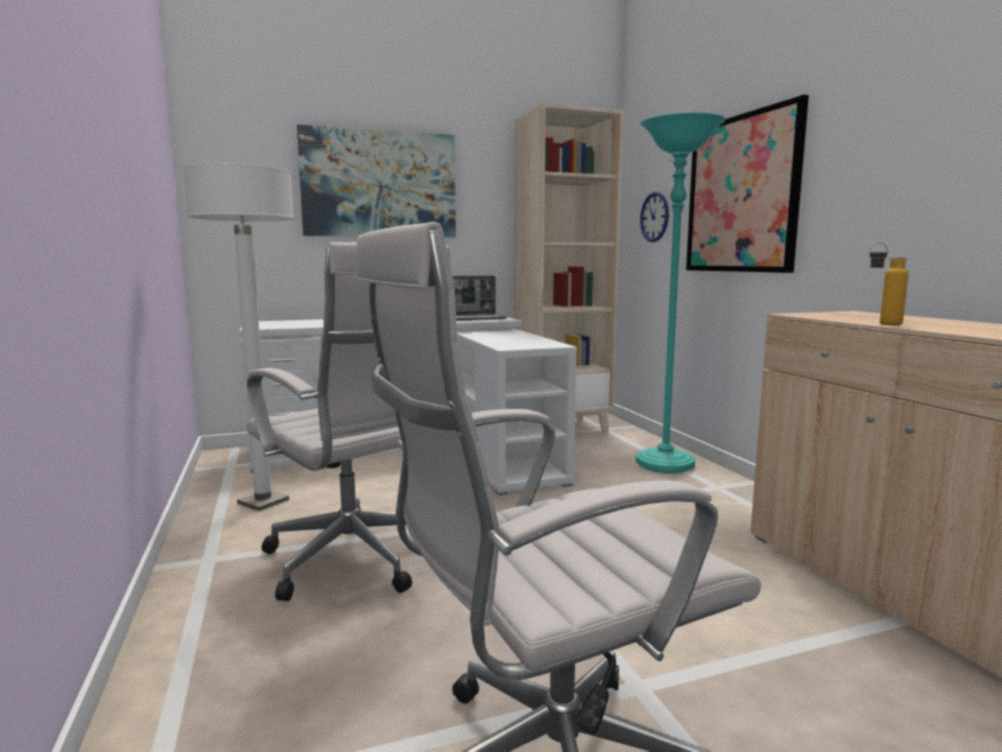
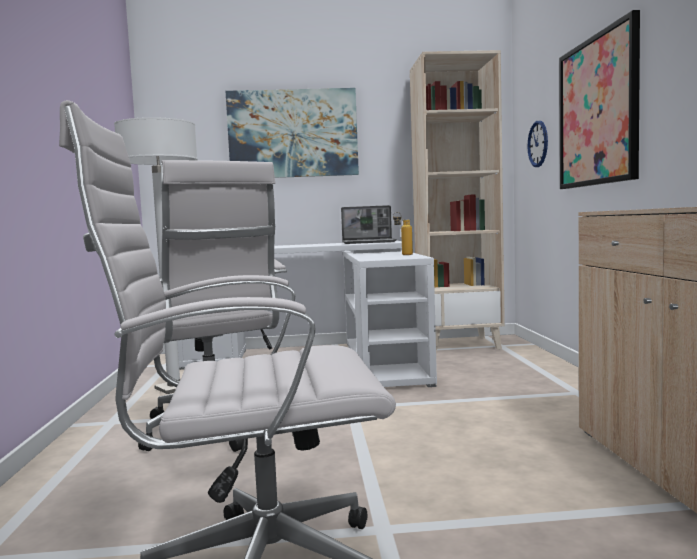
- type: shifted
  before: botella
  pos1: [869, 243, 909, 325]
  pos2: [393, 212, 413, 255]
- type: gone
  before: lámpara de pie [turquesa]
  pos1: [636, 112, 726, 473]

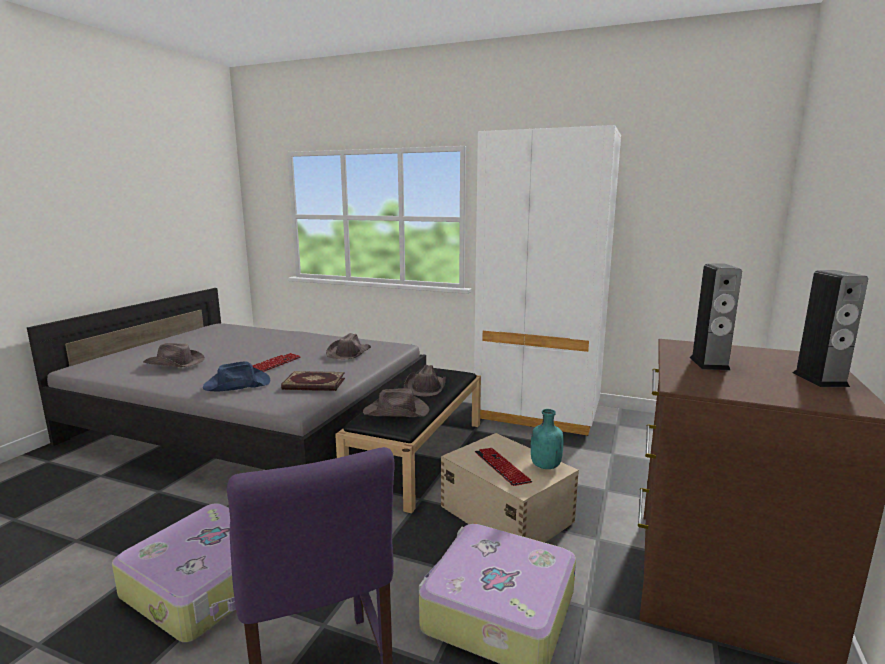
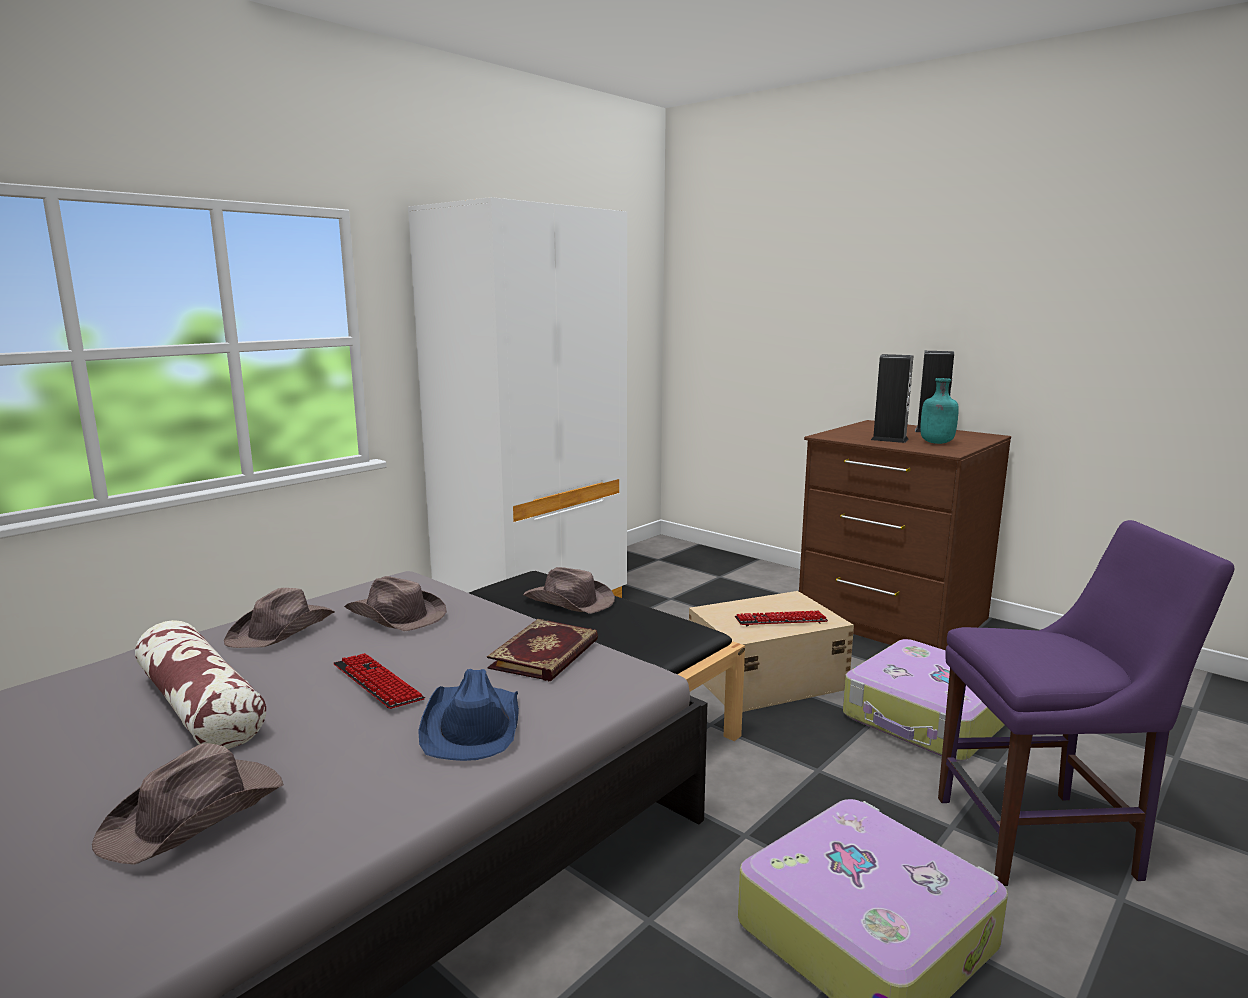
- type: new
  after: cojín
  pos2: [135, 620, 266, 749]
- type: shifted
  before: sombrero [marrón]
  pos1: [363, 388, 430, 417]
  pos2: [224, 588, 335, 648]
- type: shifted
  before: botella [turquesa]
  pos1: [531, 409, 563, 469]
  pos2: [921, 378, 959, 444]

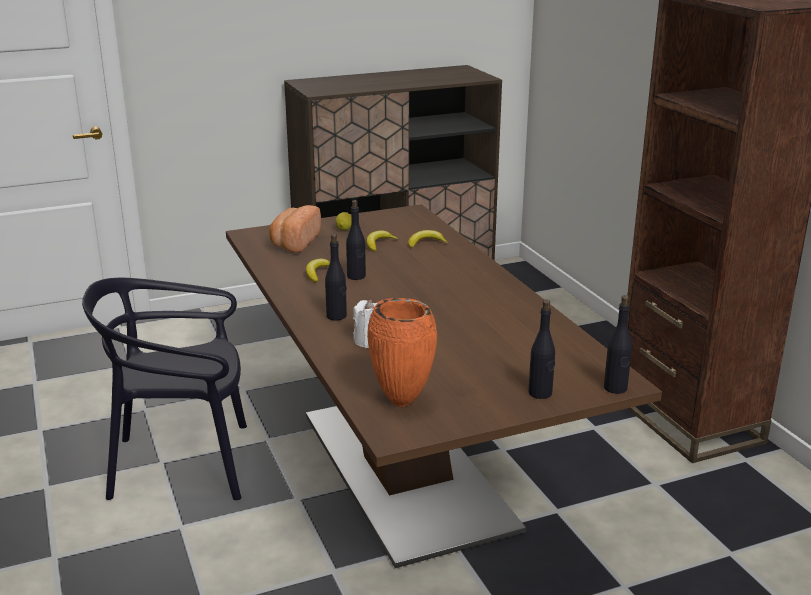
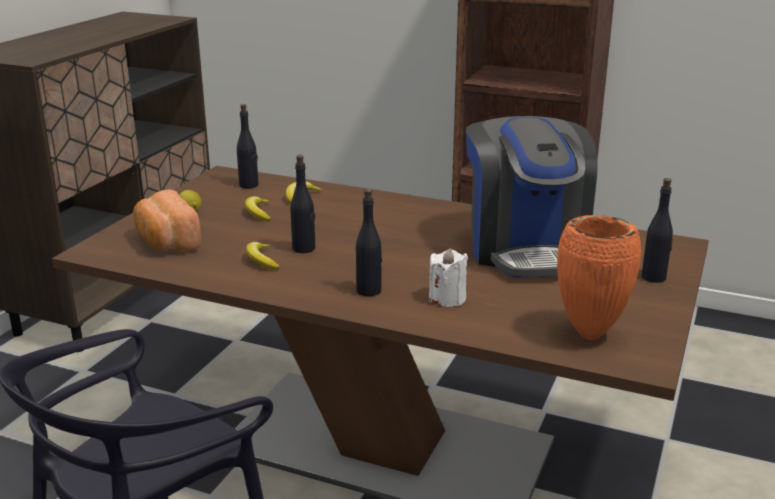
- type: shifted
  before: botella [negro]
  pos1: [604, 295, 632, 394]
  pos2: [237, 104, 259, 189]
- type: new
  after: cafetera
  pos2: [466, 116, 598, 278]

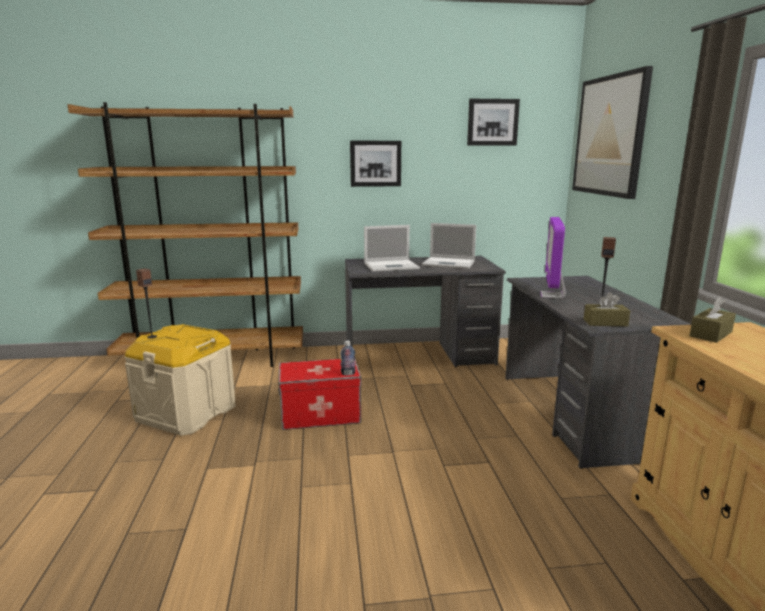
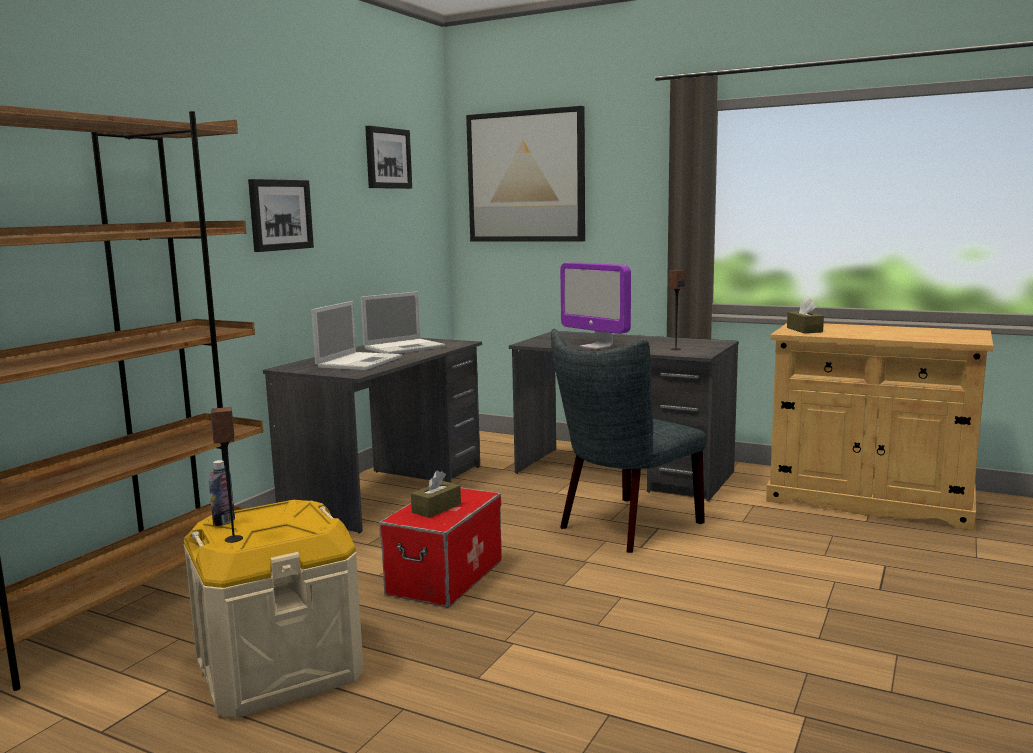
- type: shifted
  before: botella
  pos1: [340, 341, 356, 375]
  pos2: [209, 460, 235, 526]
- type: shifted
  before: caja de pañuelos [marrón]
  pos1: [584, 292, 630, 326]
  pos2: [411, 470, 461, 518]
- type: new
  after: silla [gris]
  pos2: [551, 329, 706, 553]

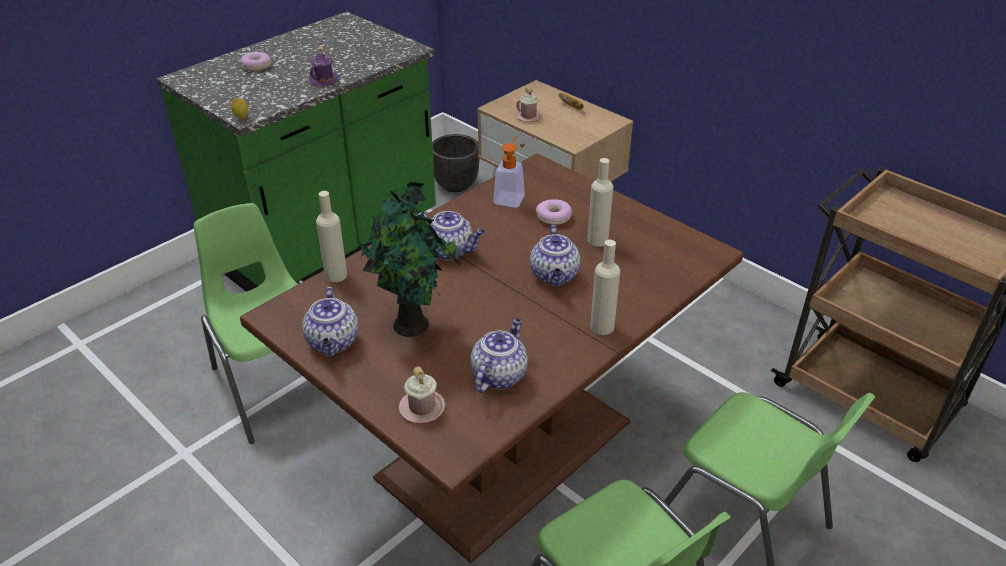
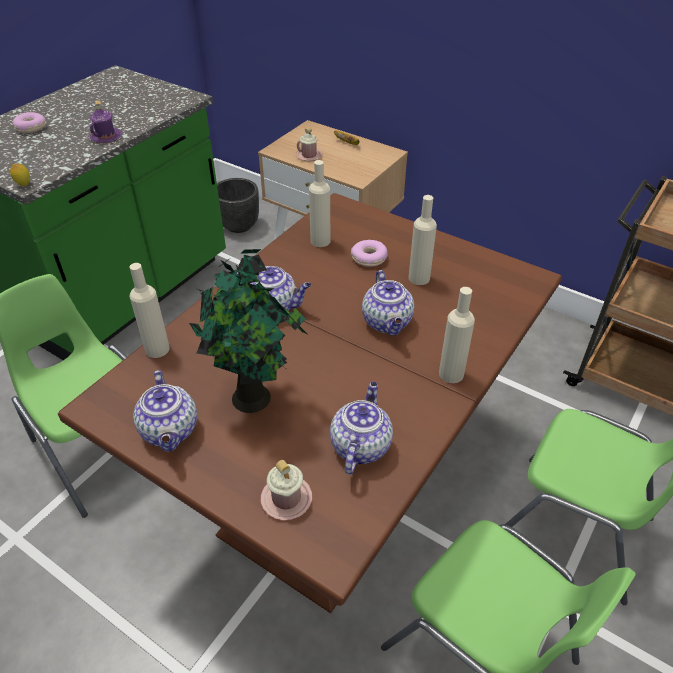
- type: swapped
  before: dispensador de jabón
  after: botella [beis]
  pos1: [493, 135, 525, 208]
  pos2: [309, 160, 331, 247]

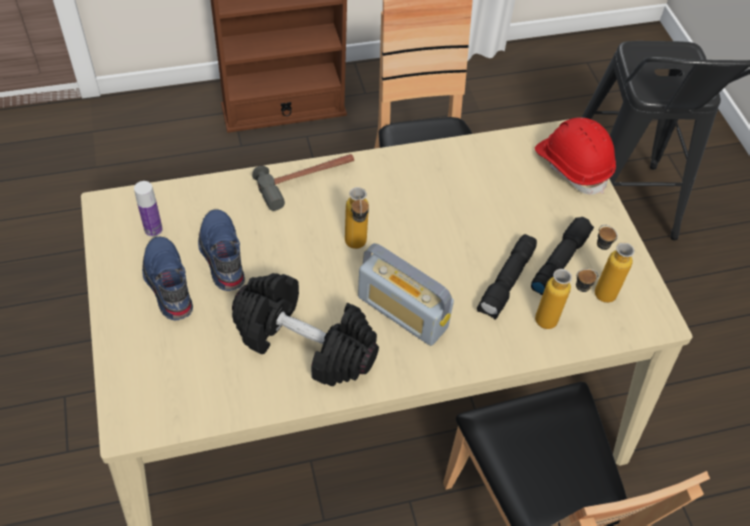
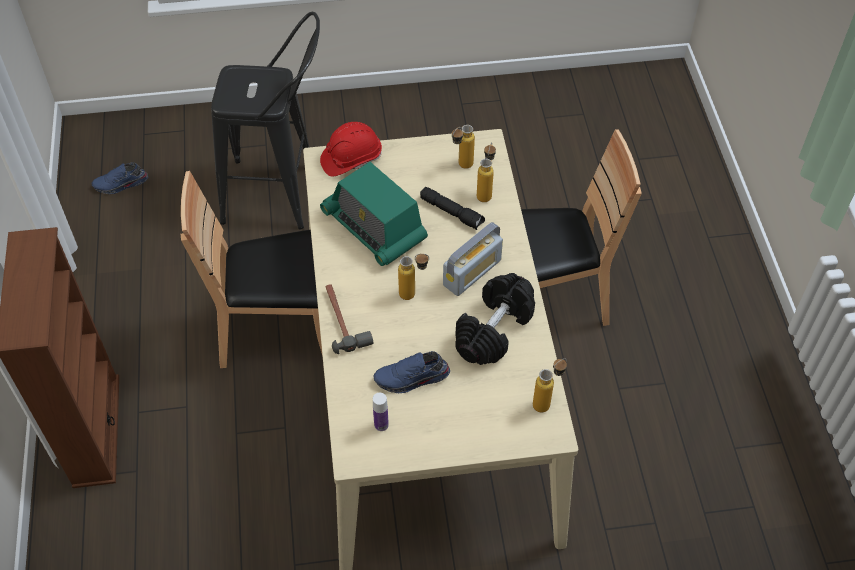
- type: shifted
  before: zapato [azul]
  pos1: [142, 236, 193, 320]
  pos2: [92, 162, 148, 194]
- type: new
  after: radio
  pos2: [320, 162, 428, 266]
- type: new
  after: botella
  pos2: [533, 359, 567, 412]
- type: gone
  before: linterna [negro]
  pos1: [531, 217, 594, 295]

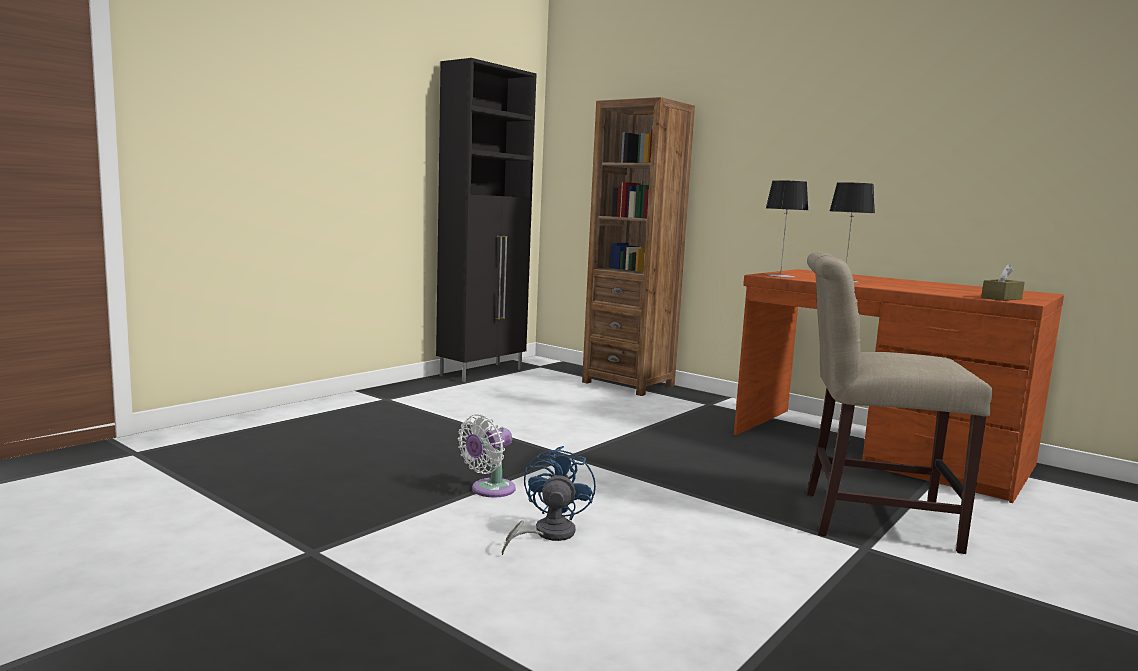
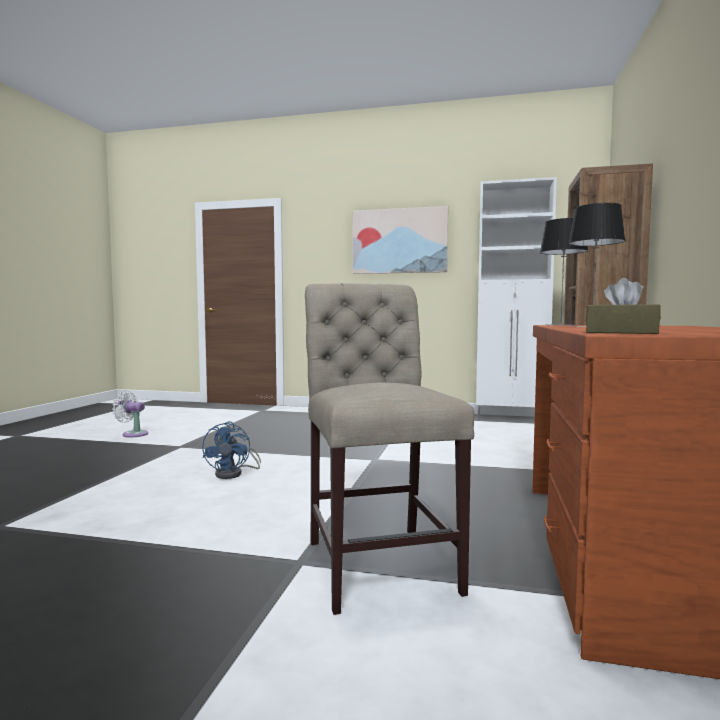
- type: shifted
  before: ventilador [blanco]
  pos1: [458, 414, 516, 498]
  pos2: [112, 391, 148, 437]
- type: rotated
  before: ventilador [azul]
  pos1: [502, 446, 596, 555]
  pos2: [202, 421, 261, 479]
  turn: 105
- type: new
  after: cuadro
  pos2: [352, 206, 448, 274]
- type: repainted
  before: armario [negro]
  after: armario [blanco]
  pos1: [436, 58, 536, 382]
  pos2: [476, 177, 557, 420]

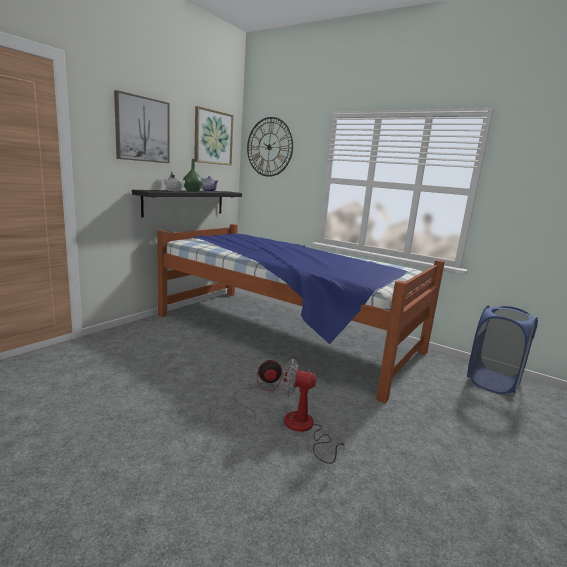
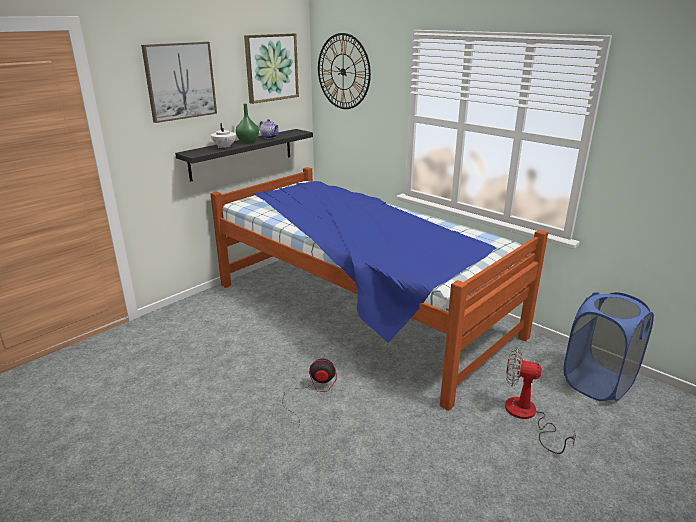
- type: shifted
  before: ventilador
  pos1: [283, 359, 346, 464]
  pos2: [505, 348, 576, 454]

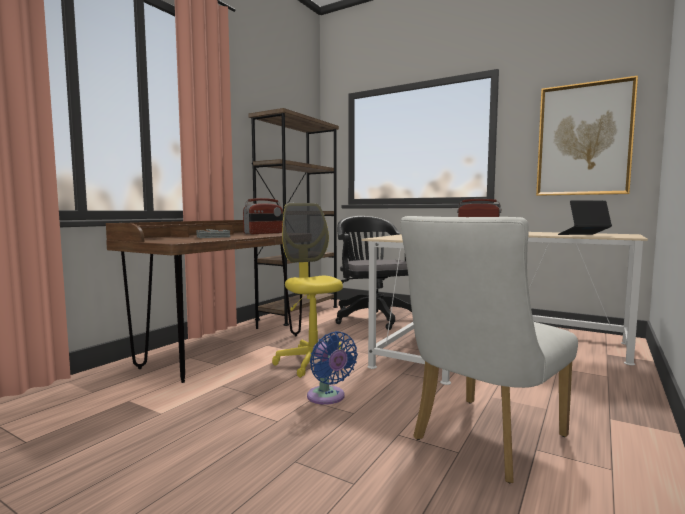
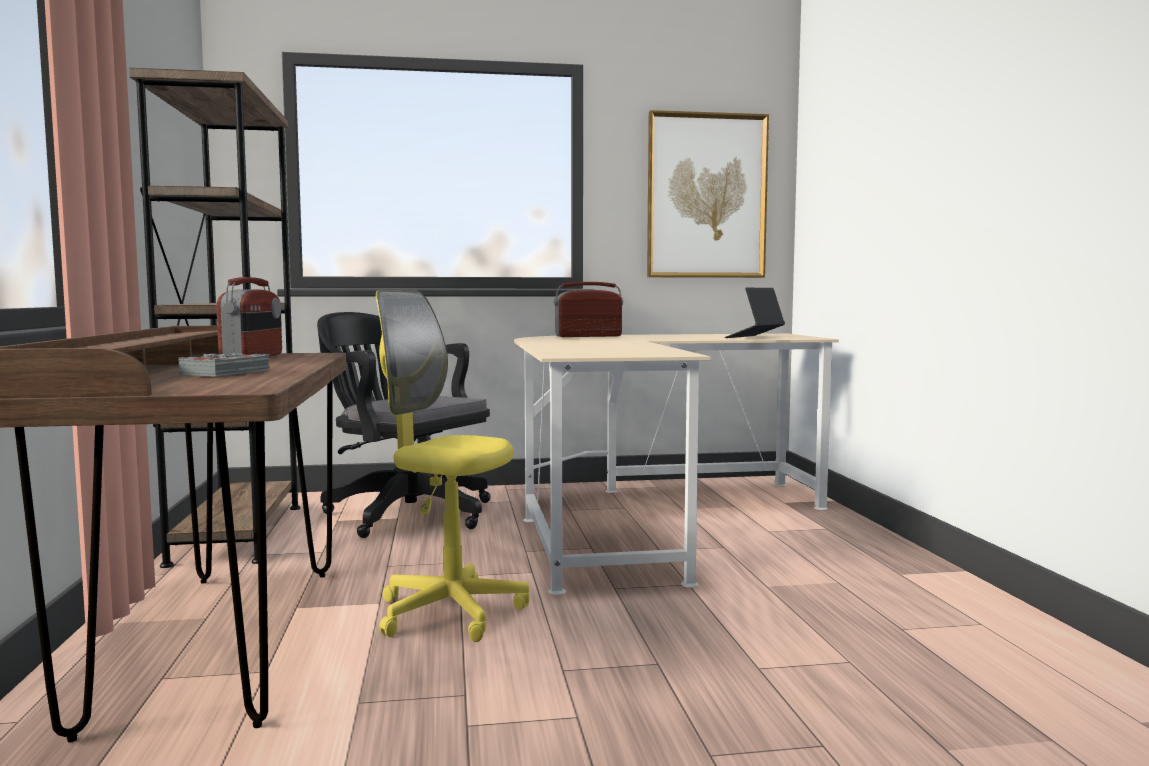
- type: gone
  before: ventilador [azul]
  pos1: [307, 331, 358, 405]
- type: gone
  before: silla [blanco]
  pos1: [400, 216, 578, 483]

